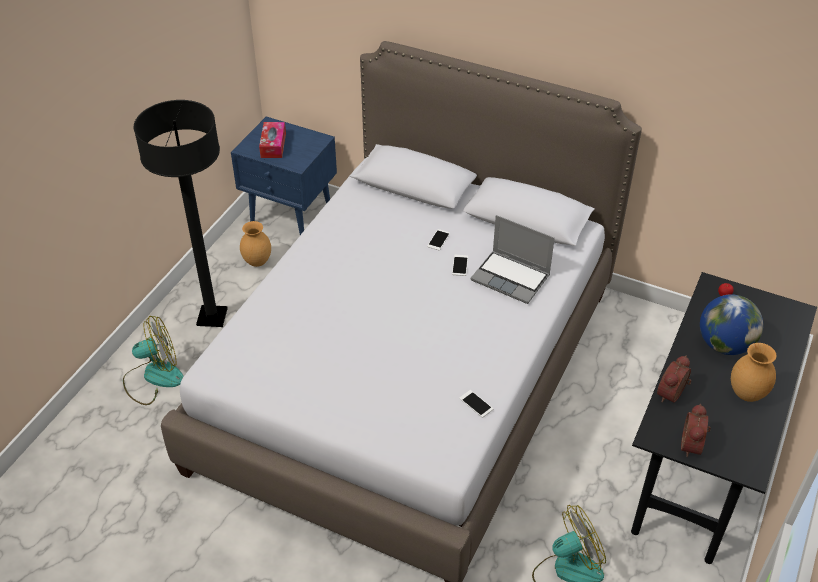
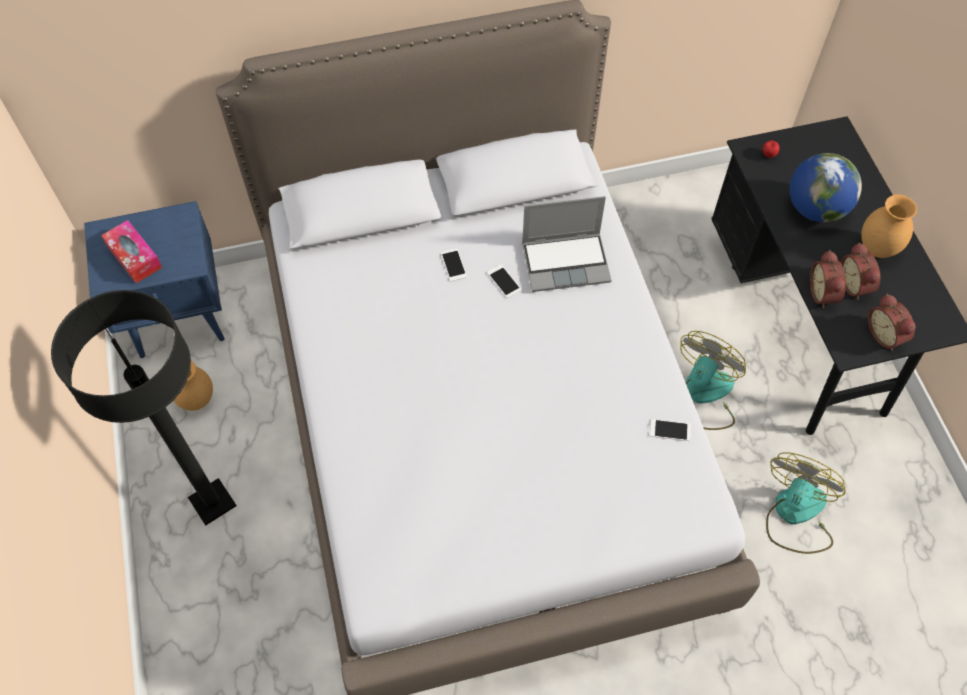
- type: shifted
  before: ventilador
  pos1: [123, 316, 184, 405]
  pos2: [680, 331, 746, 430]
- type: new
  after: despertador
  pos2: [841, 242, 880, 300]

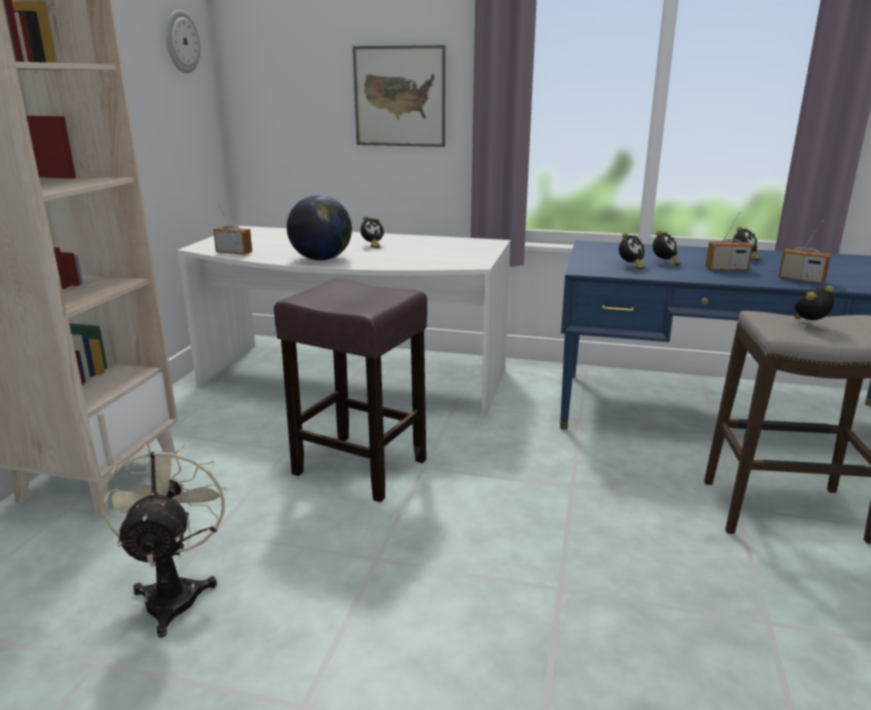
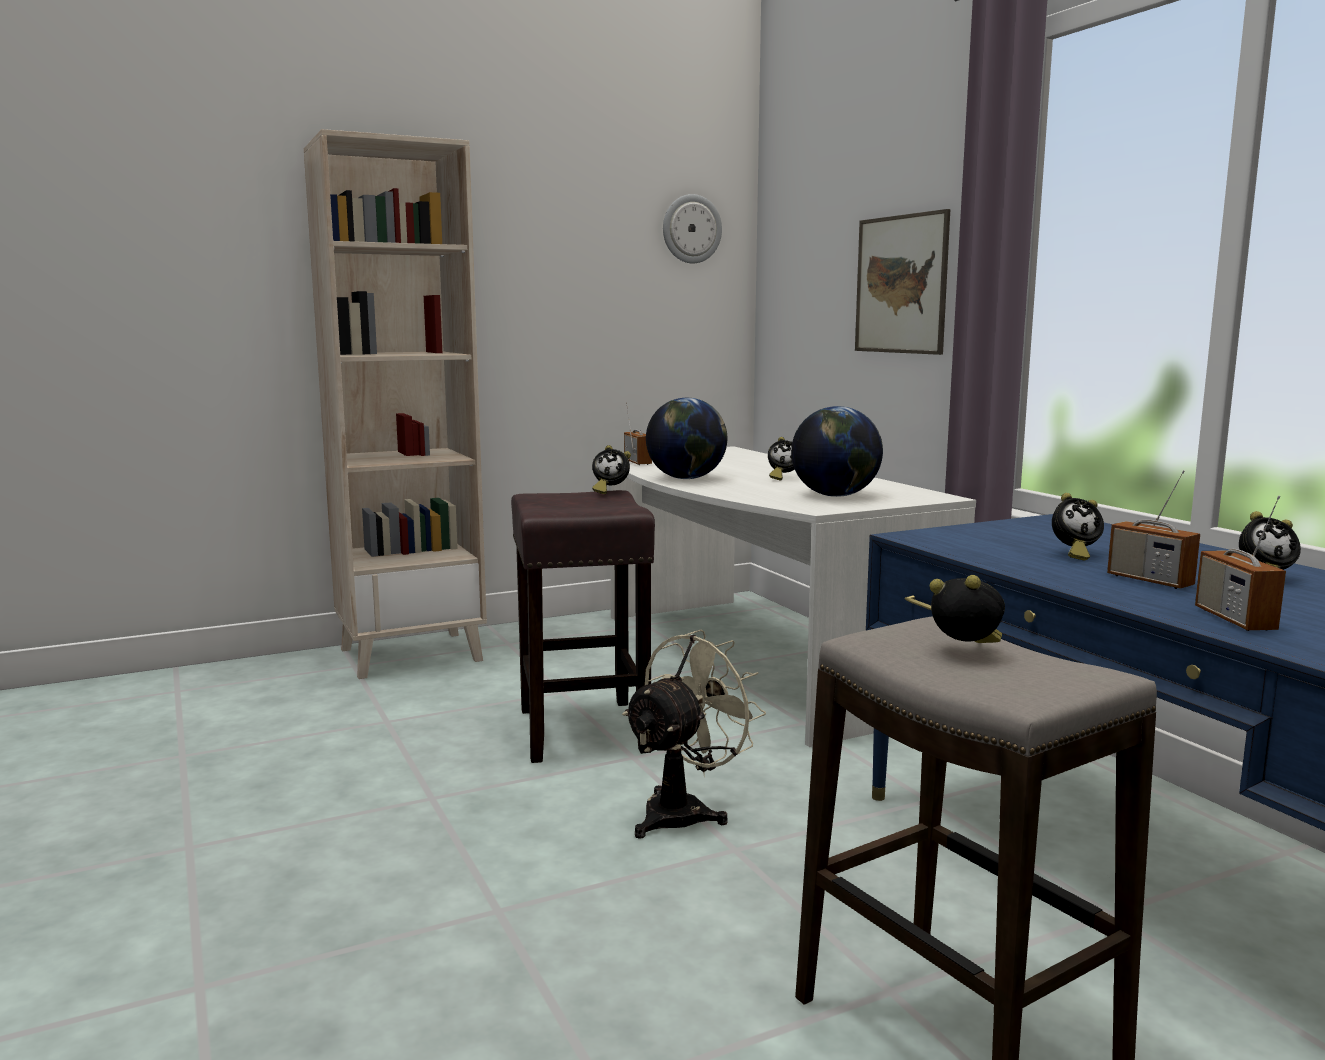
- type: shifted
  before: despertador
  pos1: [619, 233, 644, 270]
  pos2: [592, 445, 631, 494]
- type: shifted
  before: ventilador [beis]
  pos1: [100, 443, 227, 638]
  pos2: [622, 630, 766, 839]
- type: new
  after: globo terráqueo
  pos2: [791, 406, 883, 497]

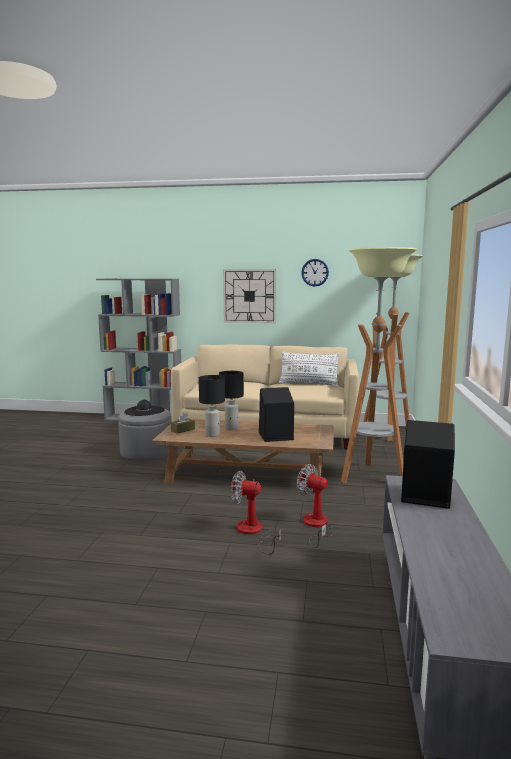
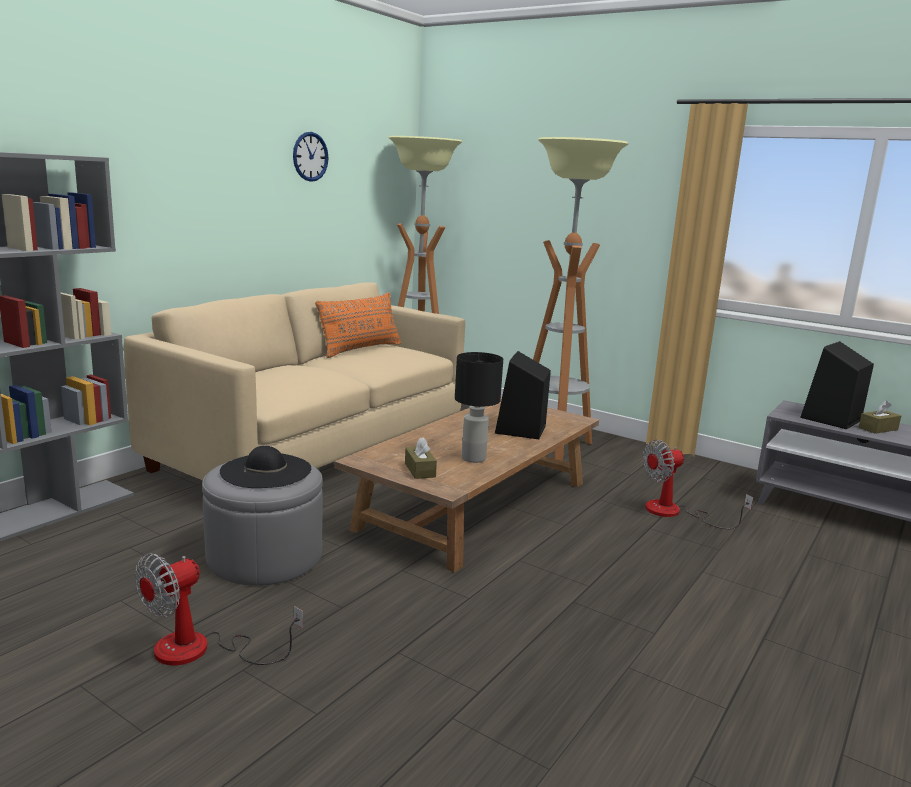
- type: shifted
  before: ventilador
  pos1: [231, 471, 281, 555]
  pos2: [135, 553, 303, 665]
- type: repainted
  before: cojín [blanco]
  after: cojín [naranja]
  pos1: [279, 351, 340, 387]
  pos2: [315, 292, 401, 358]
- type: new
  after: caja de pañuelos [marrón]
  pos2: [859, 400, 901, 434]
- type: gone
  before: lámpara de mesa [negro]
  pos1: [219, 371, 244, 430]
- type: gone
  before: reloj de pared
  pos1: [223, 269, 276, 323]

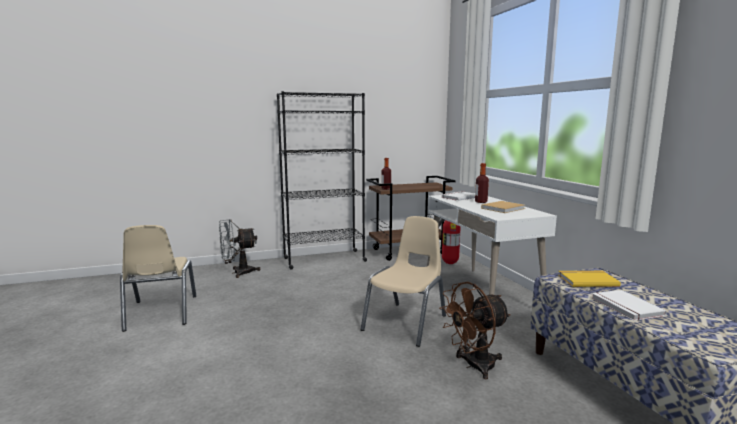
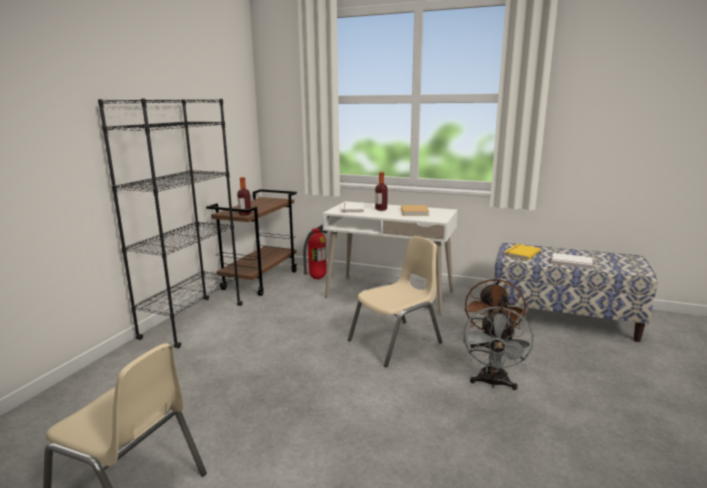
- type: rotated
  before: silla [beis]
  pos1: [360, 216, 446, 347]
  pos2: [348, 236, 442, 367]
  turn: 75
- type: shifted
  before: ventilador [gris]
  pos1: [219, 219, 261, 278]
  pos2: [462, 307, 534, 390]

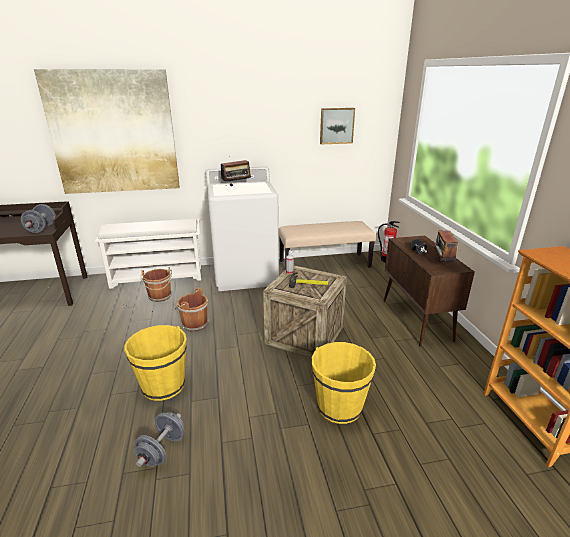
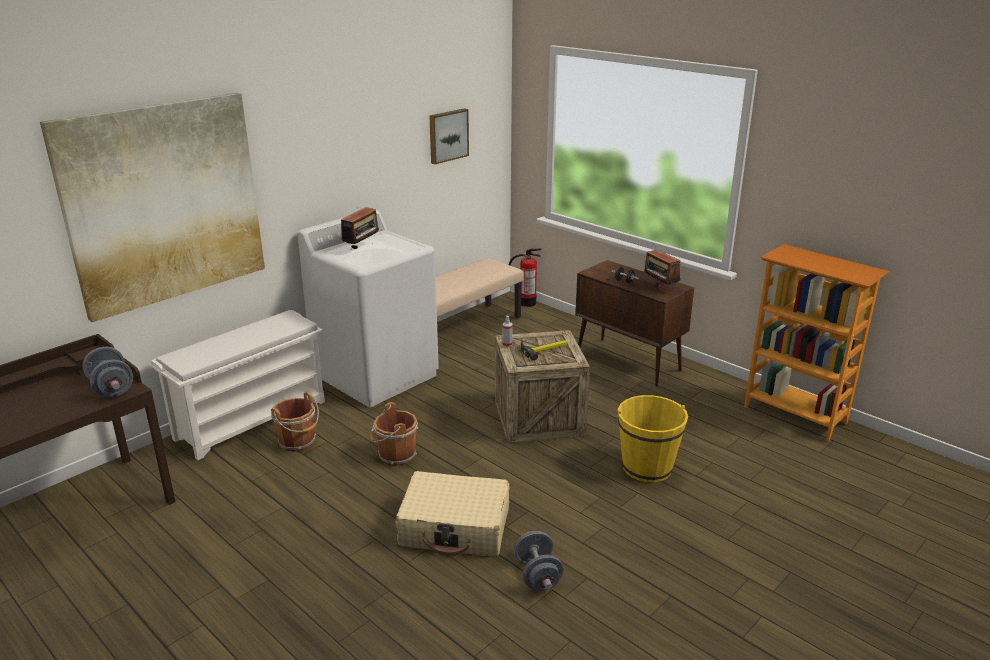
- type: swapped
  before: cubo [amarillo]
  after: maleta [beis]
  pos1: [124, 325, 187, 401]
  pos2: [396, 471, 509, 557]

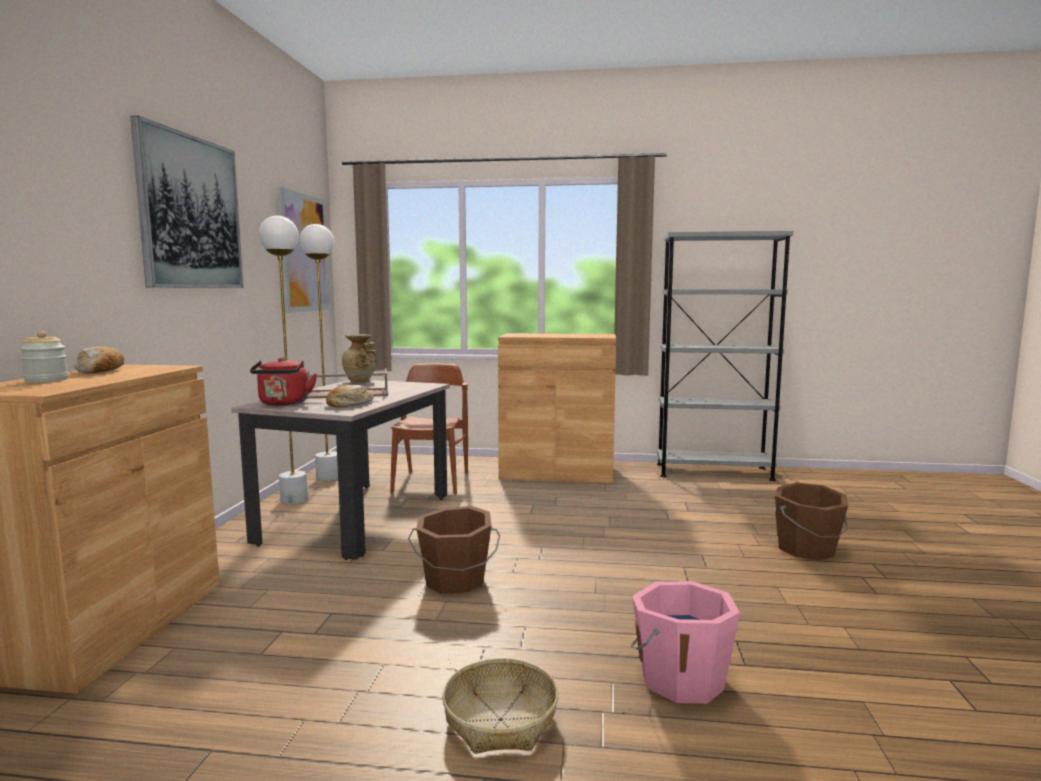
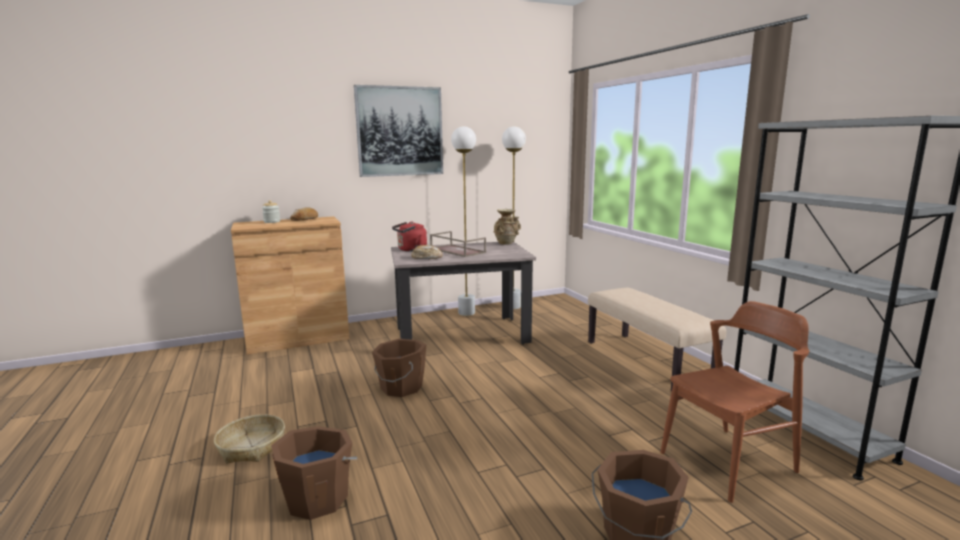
- type: repainted
  before: cubo [rosa]
  after: cubo [marrón]
  pos1: [631, 581, 740, 704]
  pos2: [271, 426, 358, 520]
- type: swapped
  before: armario [marrón]
  after: banco [beis]
  pos1: [498, 333, 616, 483]
  pos2: [588, 287, 726, 392]
- type: shifted
  before: silla [marrón]
  pos1: [390, 364, 468, 495]
  pos2: [660, 301, 809, 503]
- type: gone
  before: cuadro
  pos1: [277, 187, 330, 313]

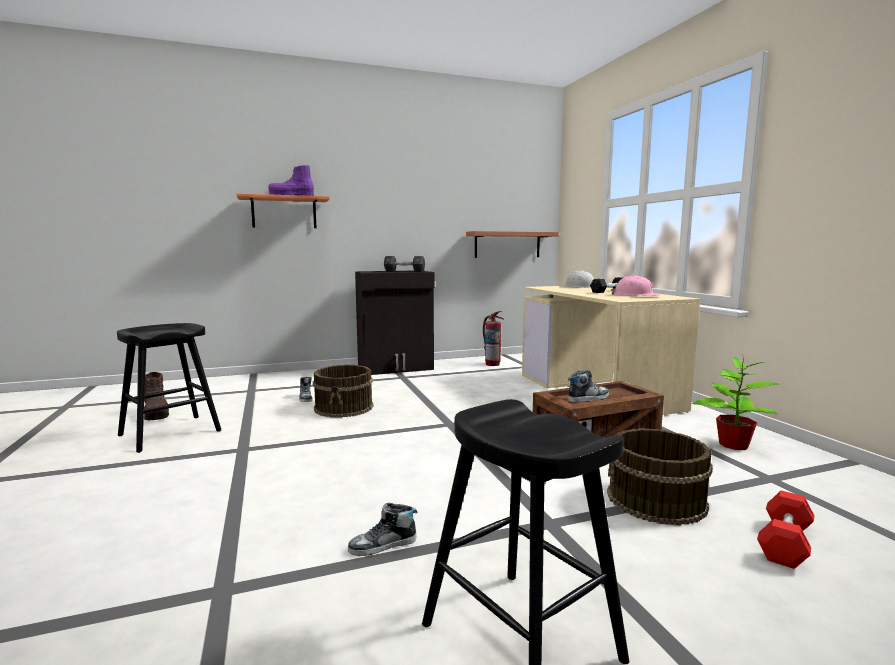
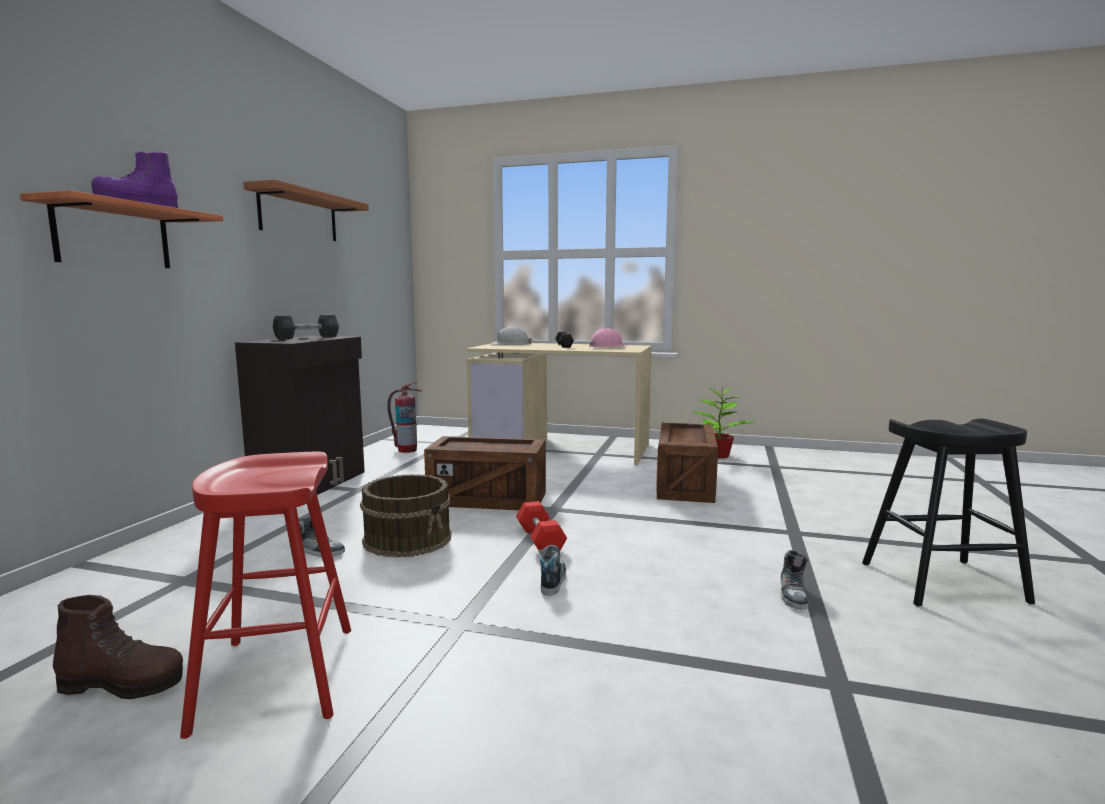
- type: repainted
  before: taburete [negro]
  after: taburete [rojo]
  pos1: [117, 323, 221, 453]
  pos2: [180, 452, 351, 739]
- type: shifted
  before: estante
  pos1: [466, 231, 559, 258]
  pos2: [243, 180, 369, 241]
- type: new
  after: caja de embalaje
  pos2: [424, 436, 546, 510]
- type: shifted
  before: mancuerna [rojo]
  pos1: [757, 490, 814, 569]
  pos2: [516, 501, 567, 551]
- type: shifted
  before: zapato
  pos1: [568, 370, 609, 402]
  pos2: [539, 545, 566, 596]
- type: gone
  before: cubo [marrón]
  pos1: [607, 428, 713, 525]

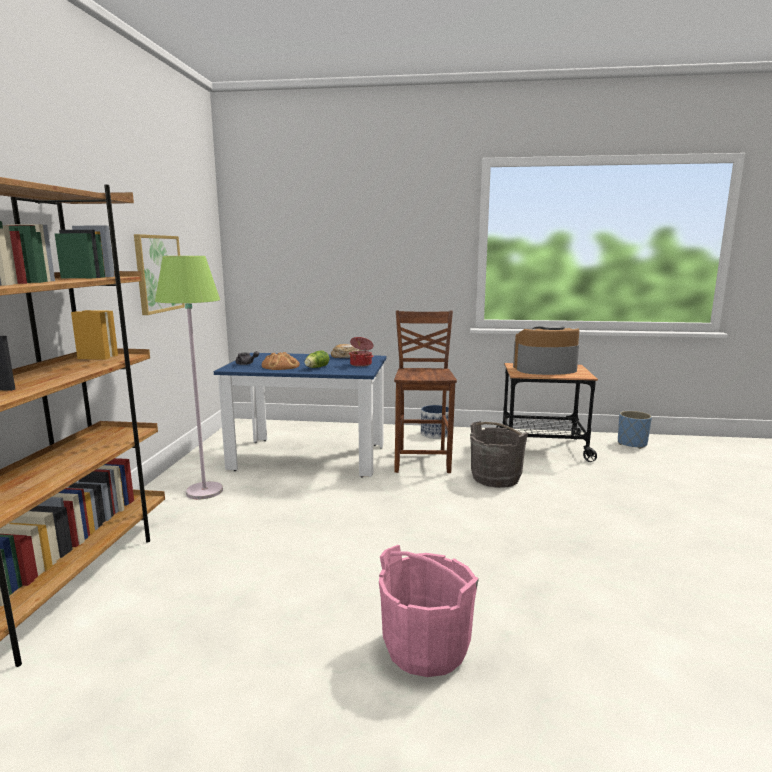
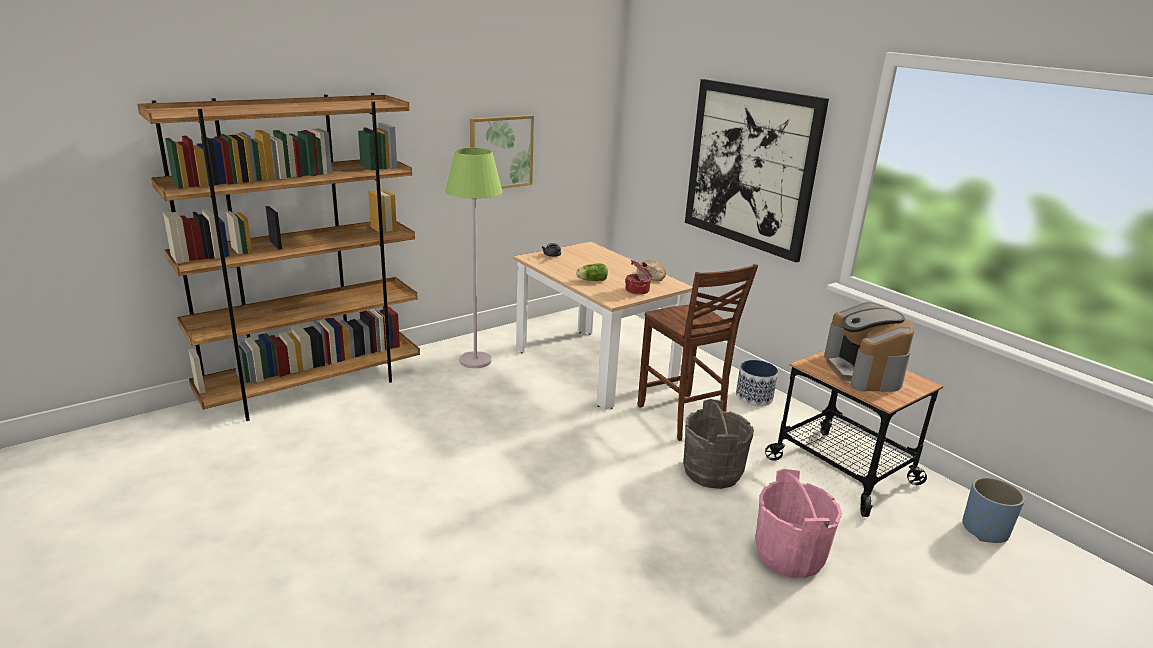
- type: repainted
  before: mesa de comedor [azul]
  after: mesa de comedor [beis]
  pos1: [214, 353, 386, 478]
  pos2: [513, 242, 692, 410]
- type: rotated
  before: silla [marrón]
  pos1: [394, 310, 457, 473]
  pos2: [638, 264, 758, 441]
  turn: 105
- type: new
  after: cuadro
  pos2: [685, 79, 829, 262]
- type: shifted
  before: cubo [rosa]
  pos1: [379, 545, 479, 677]
  pos2: [755, 469, 842, 578]
- type: rotated
  before: cafetera
  pos1: [513, 326, 579, 375]
  pos2: [824, 302, 914, 392]
  turn: -135
- type: gone
  before: pan
  pos1: [261, 352, 300, 370]

